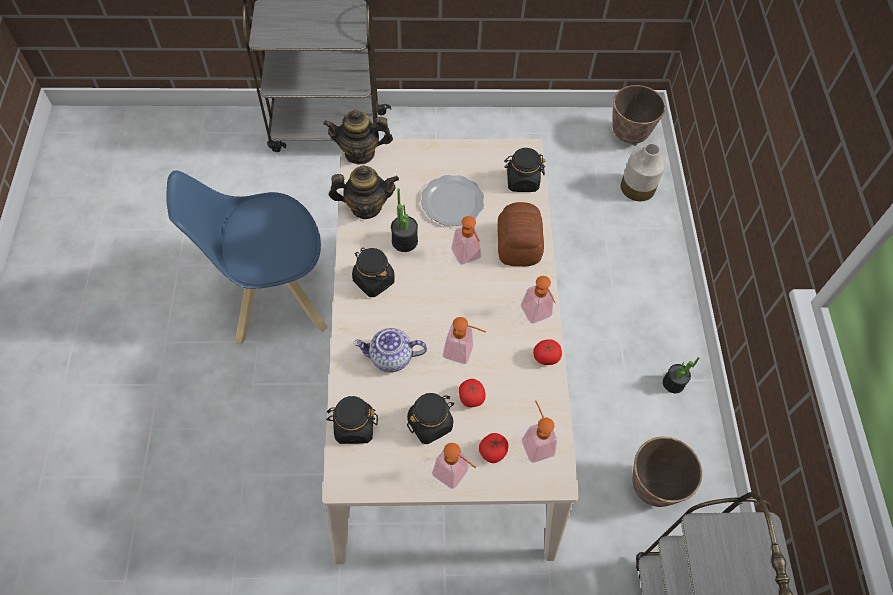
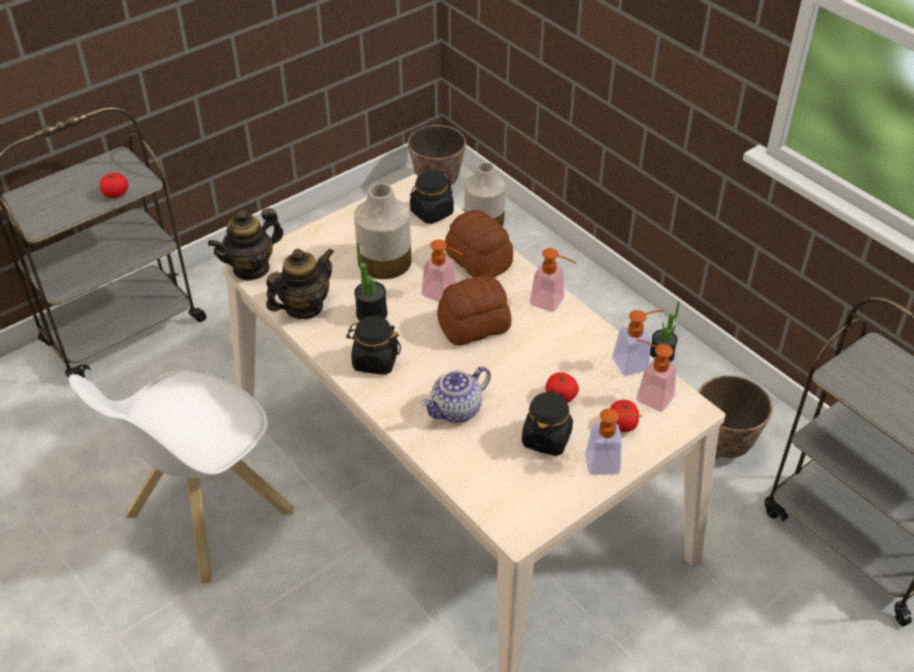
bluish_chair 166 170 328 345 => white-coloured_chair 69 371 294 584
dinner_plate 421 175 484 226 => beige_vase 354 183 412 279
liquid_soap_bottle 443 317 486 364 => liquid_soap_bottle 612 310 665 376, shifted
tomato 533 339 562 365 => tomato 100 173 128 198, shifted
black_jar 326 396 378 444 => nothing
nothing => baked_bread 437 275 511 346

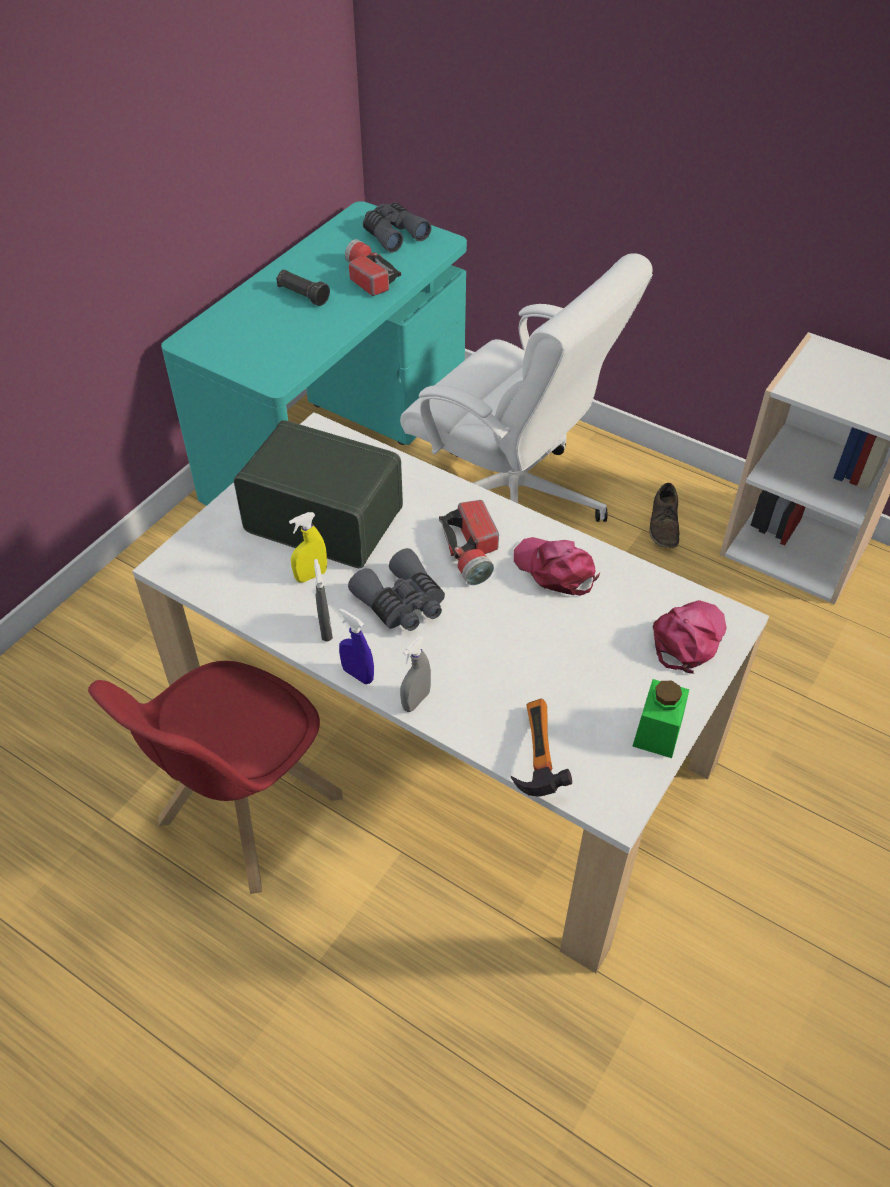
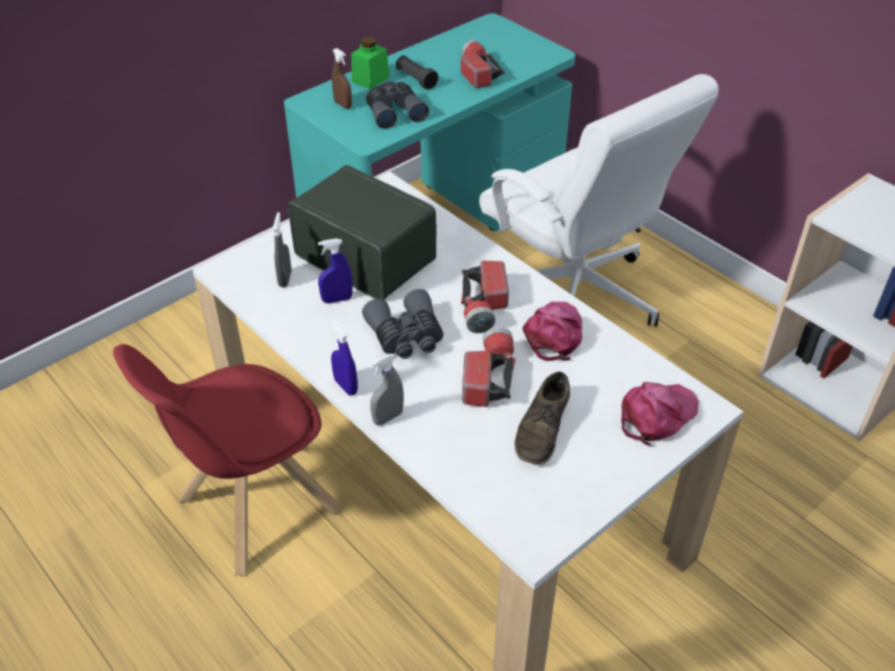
grey_binoculars 363 202 432 253 => grey_binoculars 366 81 429 129, shifted
brownish_item_of_footwear 650 483 680 548 => brownish_item_of_footwear 514 372 570 464, shifted
yellow-coloured_sprayer 289 512 327 582 => bluish_sprayer 318 238 353 304
pink_peaked_cap 514 537 600 596 => pink_peaked_cap 523 302 582 361, 45 degrees clockwise
grey_sprayer 314 559 333 641 => grey_sprayer 273 212 291 287, shifted
green_jar 632 679 690 758 => green_jar 351 36 390 90, shifted
tool_hammer 510 699 572 796 => nothing
nothing => brownish_sprayer 332 48 352 109
nothing => hand_torch 462 327 515 407

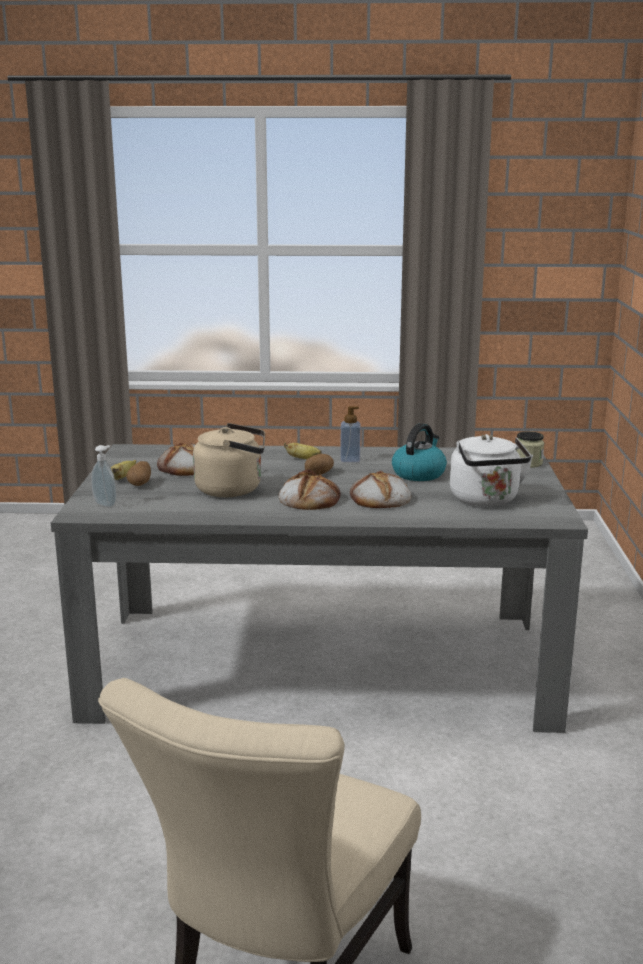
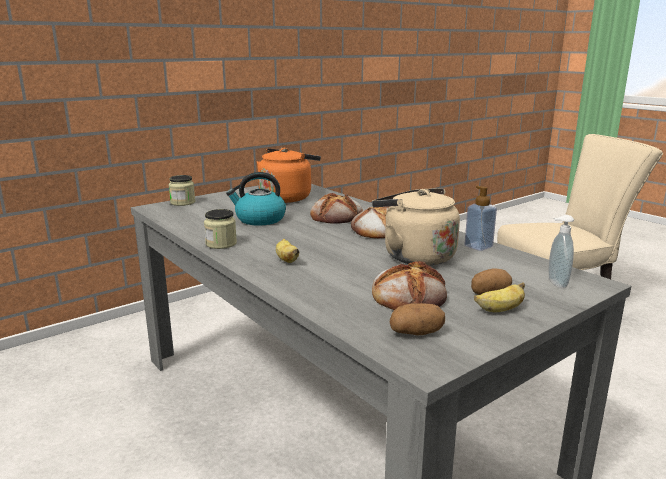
liquid_soap_bottle 340 406 361 462 => liquid_soap_bottle 464 186 497 251, shifted
white-coloured_kettle 450 434 533 507 => orange-coloured_kettle 257 148 321 203
spud 305 454 334 475 => spud 390 304 445 335, shifted
nothing => jar 204 209 237 249

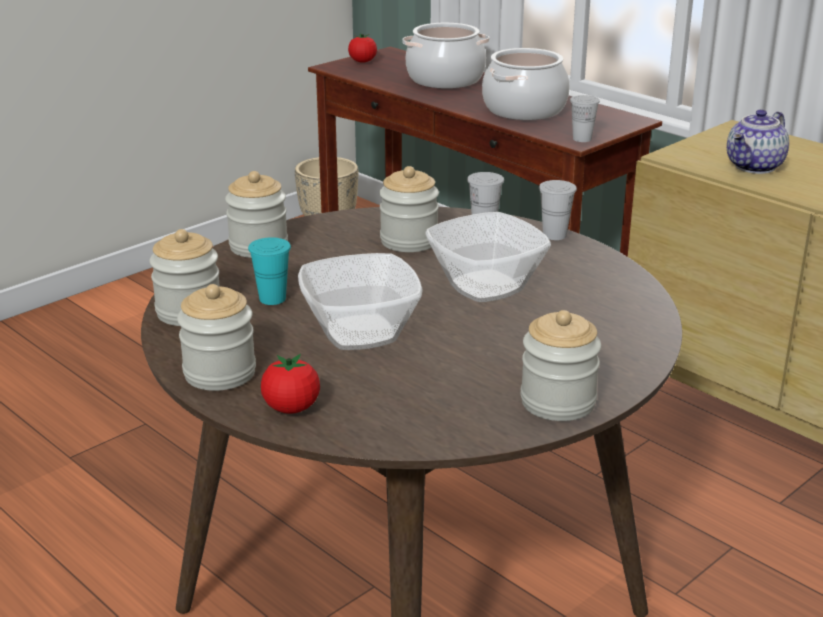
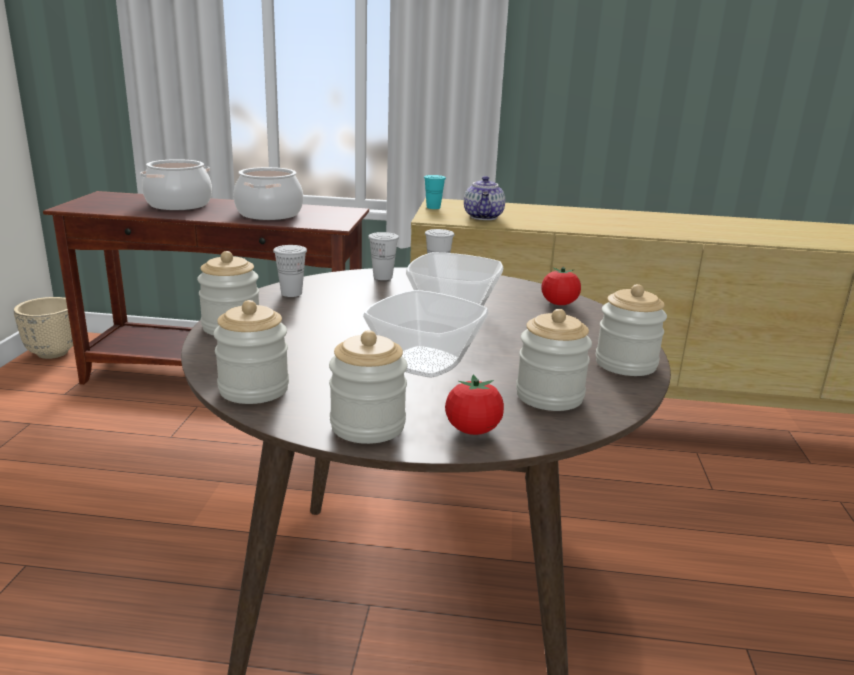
tomato 348 33 377 63 => tomato 541 266 581 305, shifted
white-coloured_cup 570 95 600 142 => white-coloured_cup 273 245 307 297, shifted
jar 379 166 439 252 => jar 516 309 592 411, shifted
turquoise-coloured_cup 248 237 291 305 => turquoise-coloured_cup 424 175 446 209, shifted

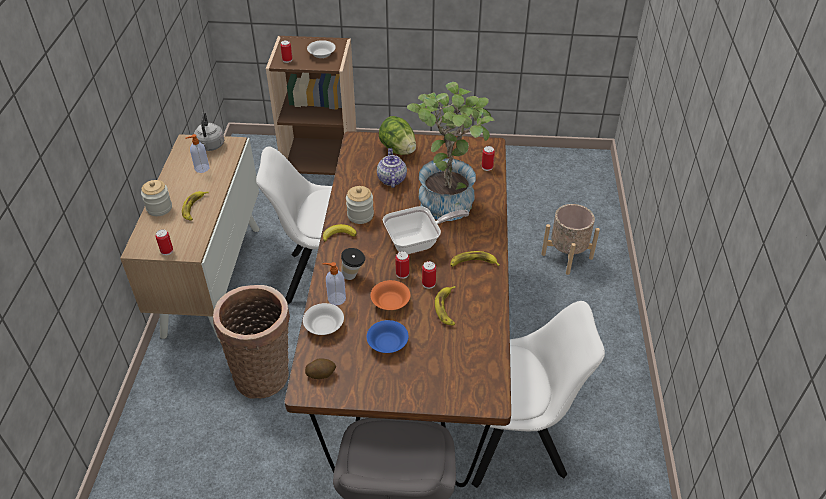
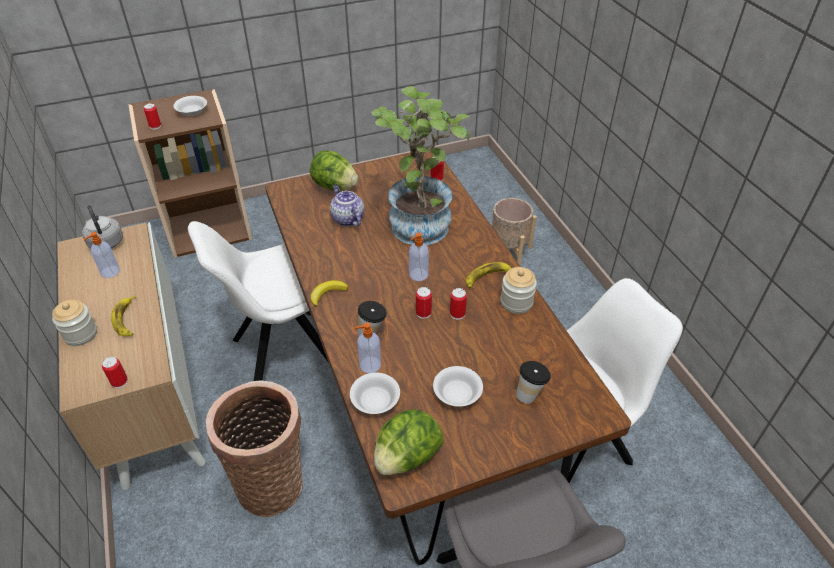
jar 346 186 374 224 => jar 501 267 537 314, shifted
pan 383 206 469 254 => liquid_soap_bottle 409 233 429 281
orange-coloured_deep_dish 371 280 410 310 => nothing
banana 435 286 456 326 => nothing
bluish_deep_dish 367 320 409 353 => white-coloured_deep_dish 433 366 483 407
spud 305 358 336 379 => head_of_lettuce 374 409 443 475
nothing => cup 516 361 551 404

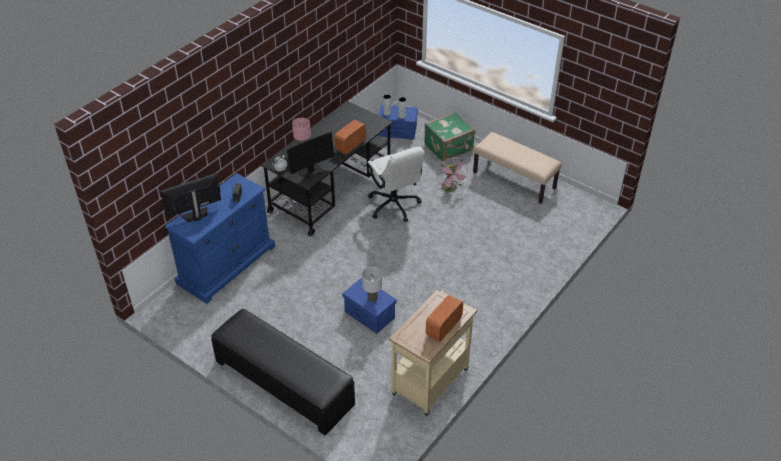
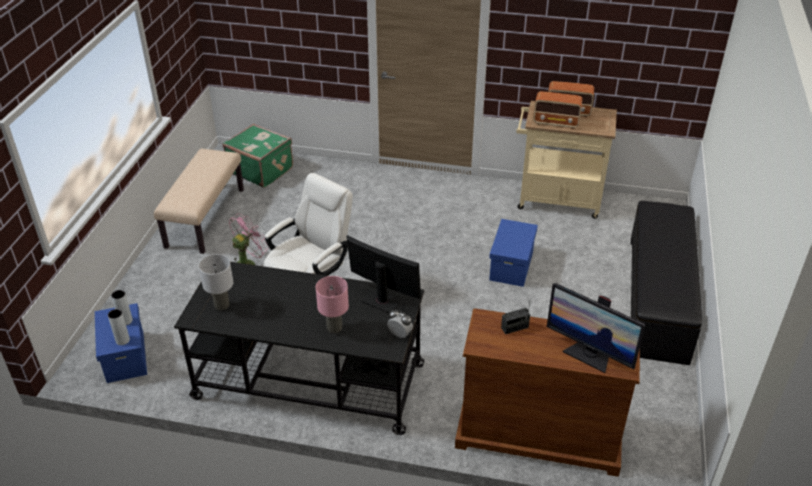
green_travel_case 424 111 475 161 => green_travel_case 223 124 293 188, shifted
radio_set 334 120 366 155 => radio_set 533 91 582 129, shifted
bluish_drawer_chest 165 173 275 304 => brownish_drawer_chest 455 309 640 477
white-coloured_lamp_for_a_table 362 267 382 302 => white-coloured_lamp_for_a_table 199 254 233 311, shifted

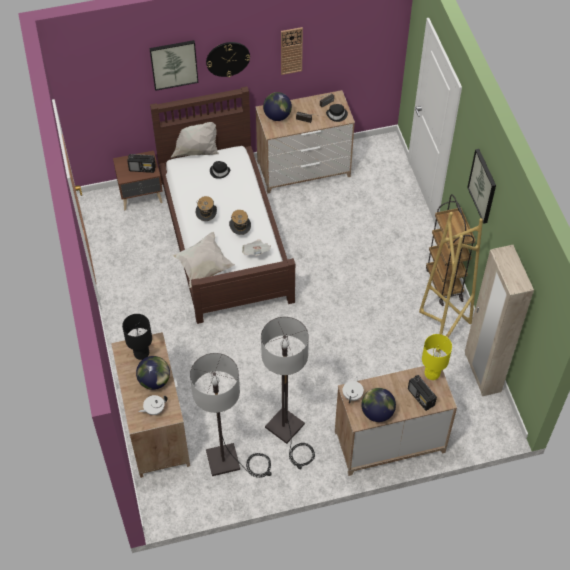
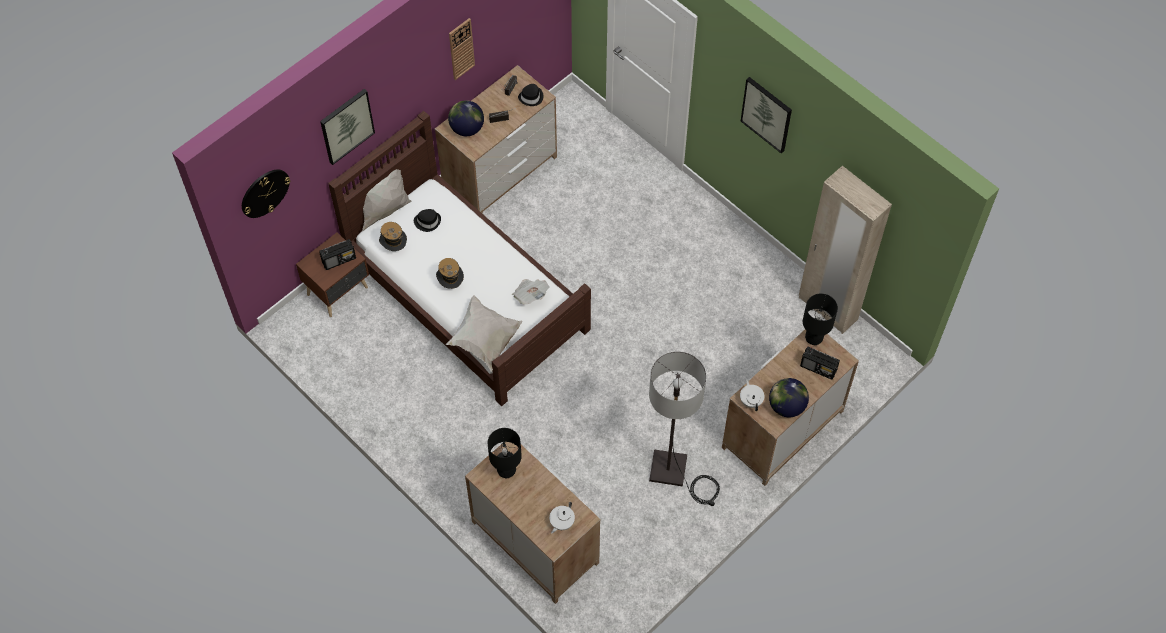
hanging_clock 206 42 250 77 => hanging_clock 242 170 290 218, shifted
brownish_cart 426 194 475 306 => nothing
wearable_hat 229 210 251 235 => wearable_hat 379 222 407 251, shifted
yellow-coloured_clothes_rack 419 212 483 353 => nothing
yellow-coloured_lamp_for_a_table 422 334 452 380 => black_lamp_for_a_table 803 293 838 345
standard_lamp 190 353 272 478 => nothing
desk_globe 136 356 170 390 => nothing

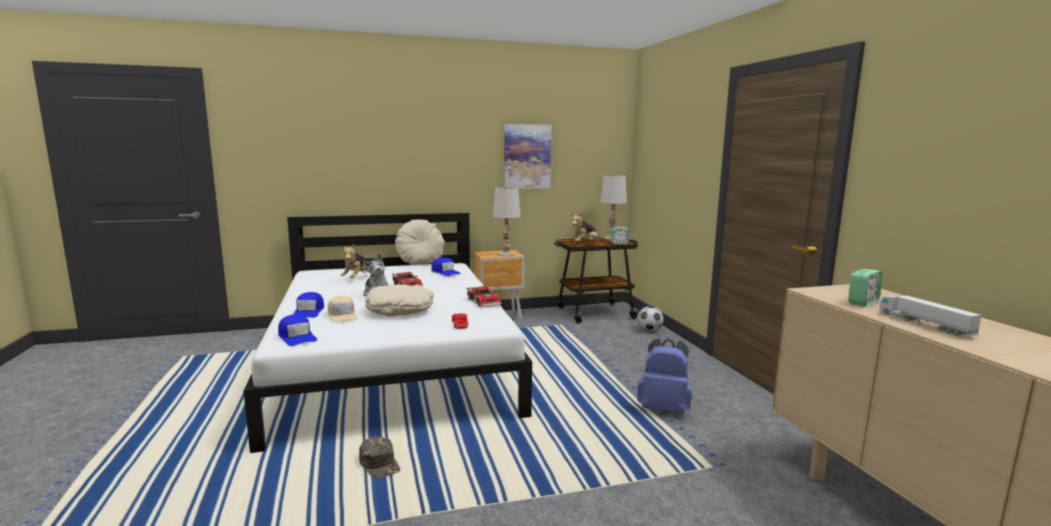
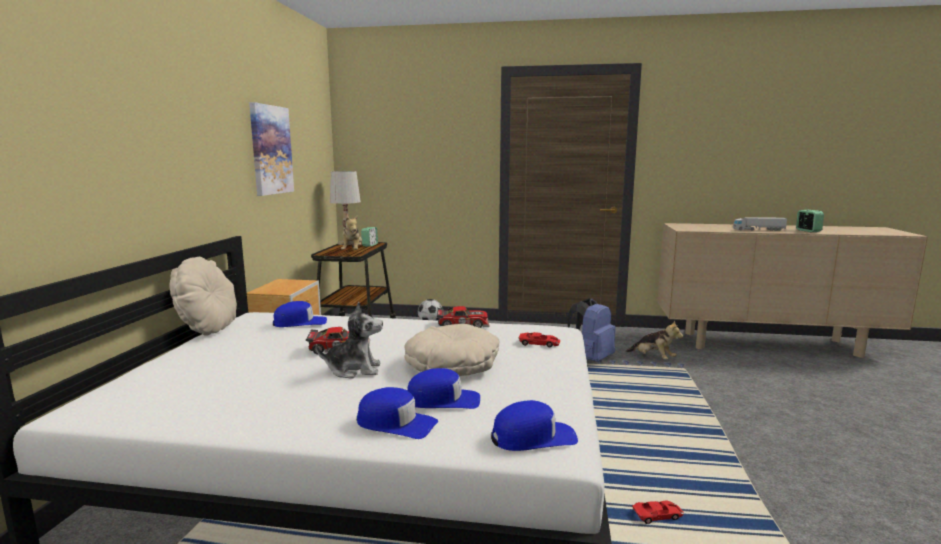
white-coloured_lamp_for_a_table 493 187 521 256 => nothing
cuddly_toy 341 244 368 278 => cuddly_toy 626 320 683 360, shifted
table_clock 848 269 882 306 => table_clock 796 210 824 232, shifted
beige_peaked_cap 328 296 358 323 => bluish_peaked_cap 407 368 480 409
green_peaked_cap 359 436 400 479 => red-coloured_miniature_car 632 501 684 524

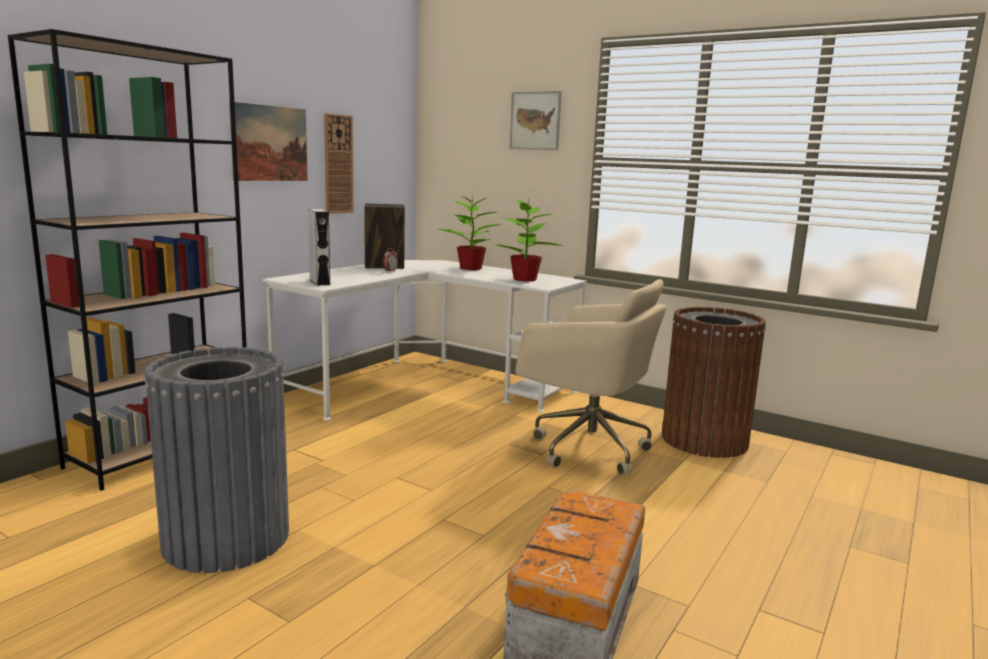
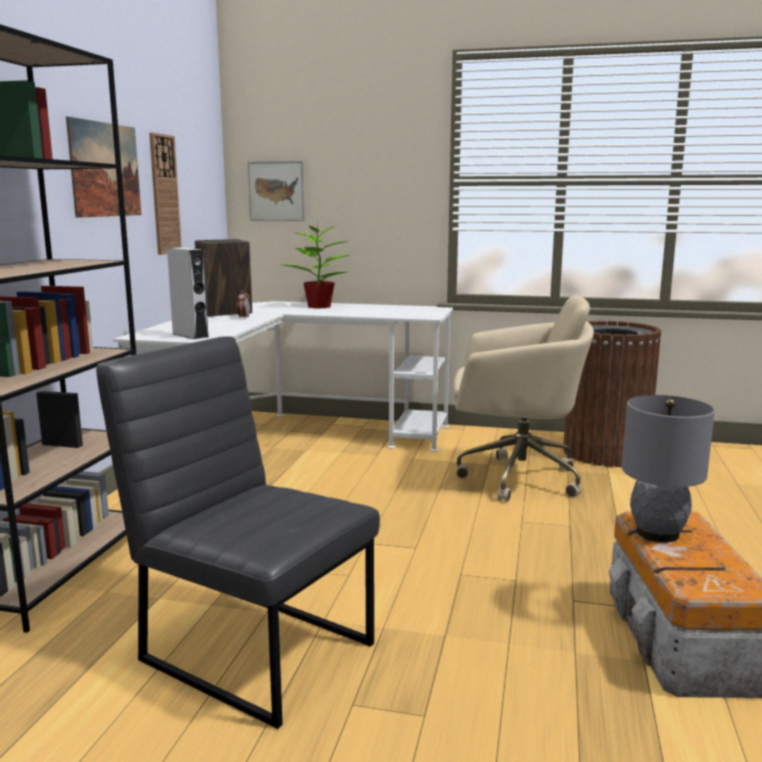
wall_picture 509 91 562 150 => wall_picture 248 161 305 221, shifted
potted_plant 496 200 562 282 => nothing
grey_rubbish_bin 144 347 289 573 => grey_chair 96 337 380 729
nothing => grey_lamp_for_a_table 622 395 715 542

